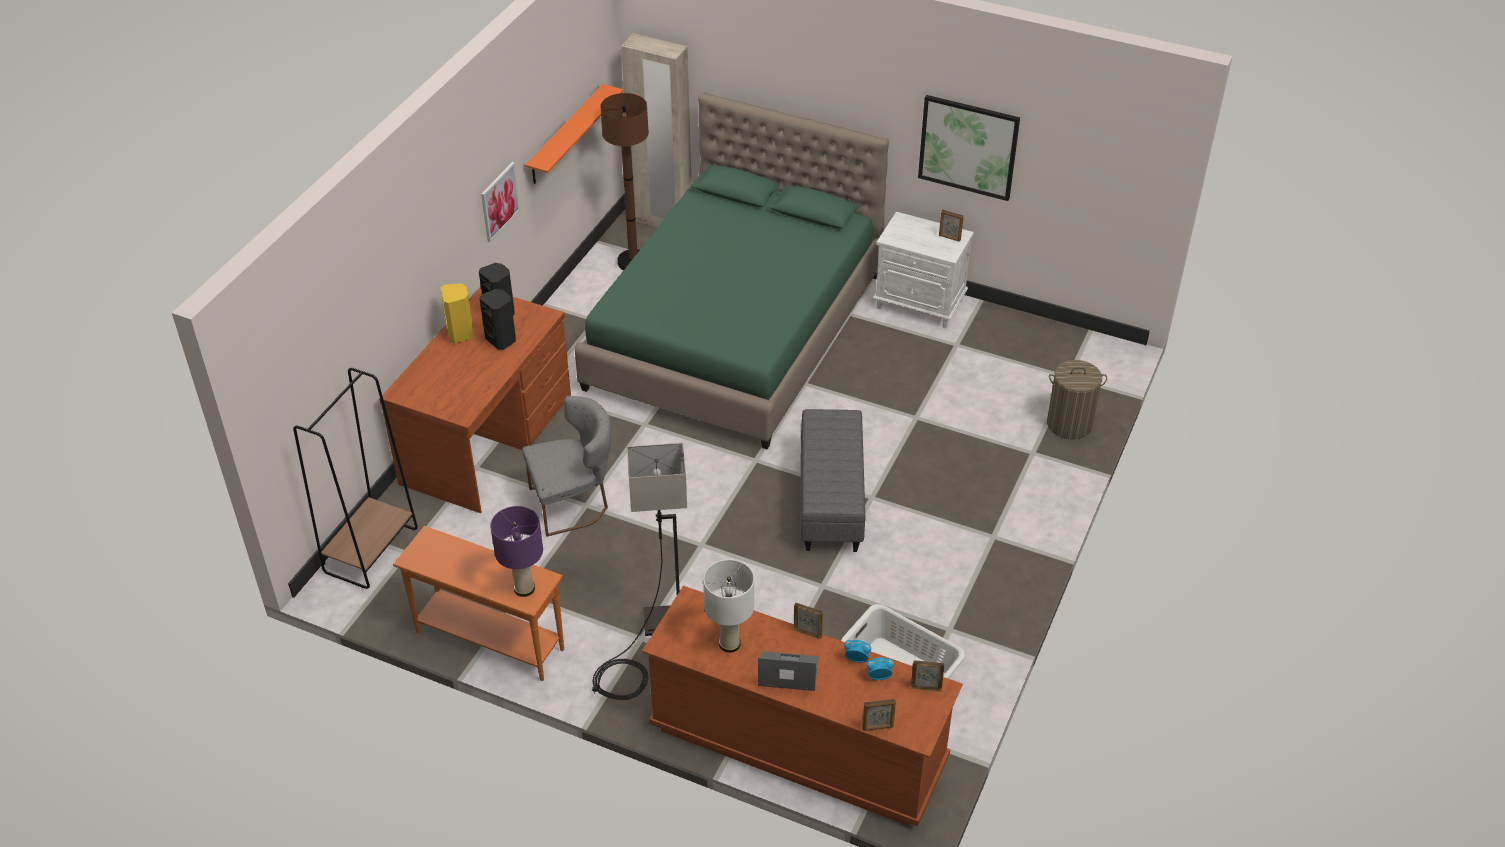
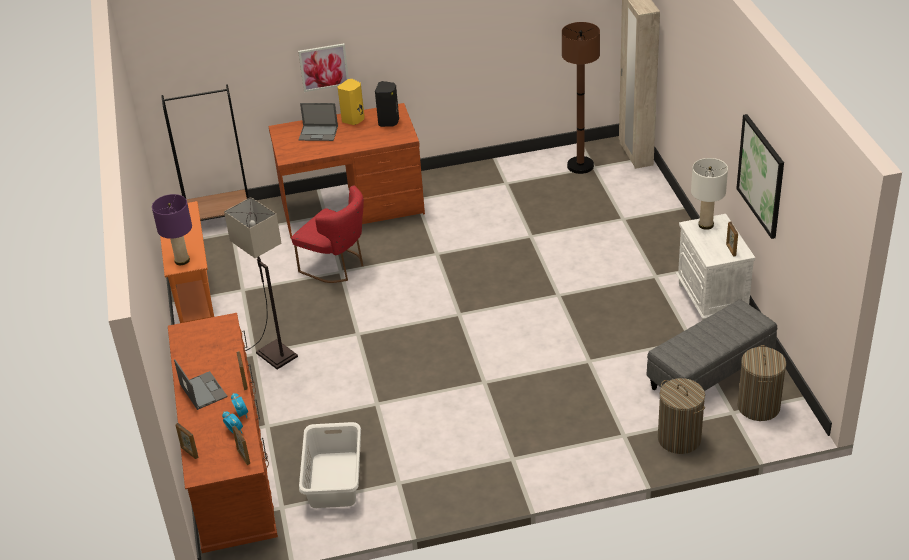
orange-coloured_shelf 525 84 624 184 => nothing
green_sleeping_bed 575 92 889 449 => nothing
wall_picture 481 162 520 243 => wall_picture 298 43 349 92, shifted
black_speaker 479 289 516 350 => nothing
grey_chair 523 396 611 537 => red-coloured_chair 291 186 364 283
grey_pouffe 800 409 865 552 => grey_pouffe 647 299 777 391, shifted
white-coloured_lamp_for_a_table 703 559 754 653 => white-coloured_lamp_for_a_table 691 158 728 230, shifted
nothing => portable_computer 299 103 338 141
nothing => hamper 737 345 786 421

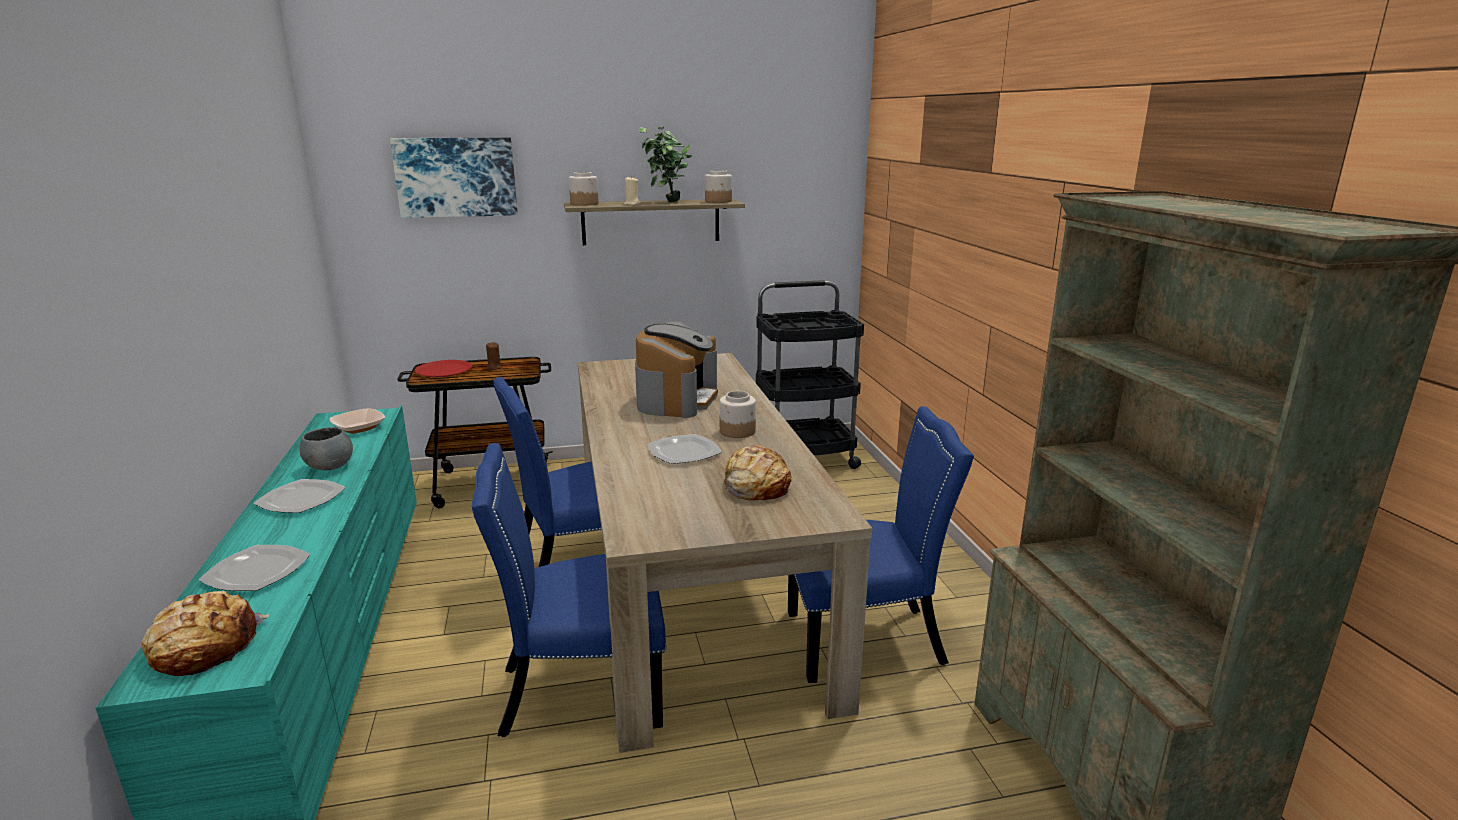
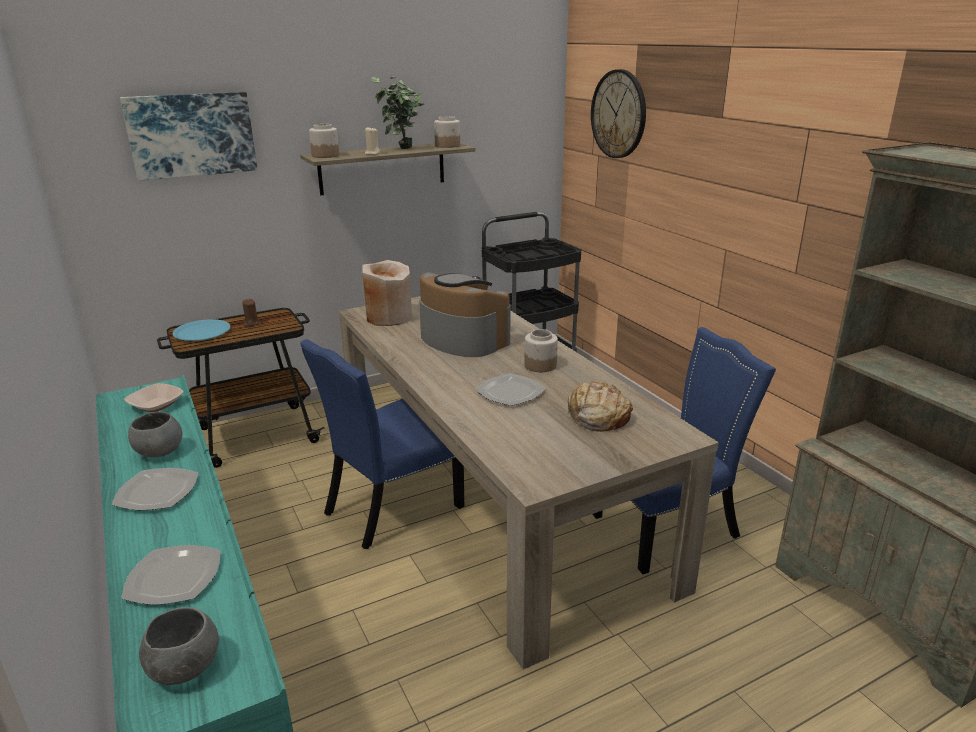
coffee_maker 635 321 718 418 => coffee_maker 419 272 510 357, 45 degrees counterclockwise
red-coloured_dinner_plate 415 360 472 377 => bluish_dinner_plate 173 319 231 341
bluish_chair 472 443 667 737 => nothing
baked_bread 142 591 269 676 => grey_deep_dish 139 607 219 685
nothing => hanging_clock 591 69 646 158
nothing => beige_vase 362 260 412 326

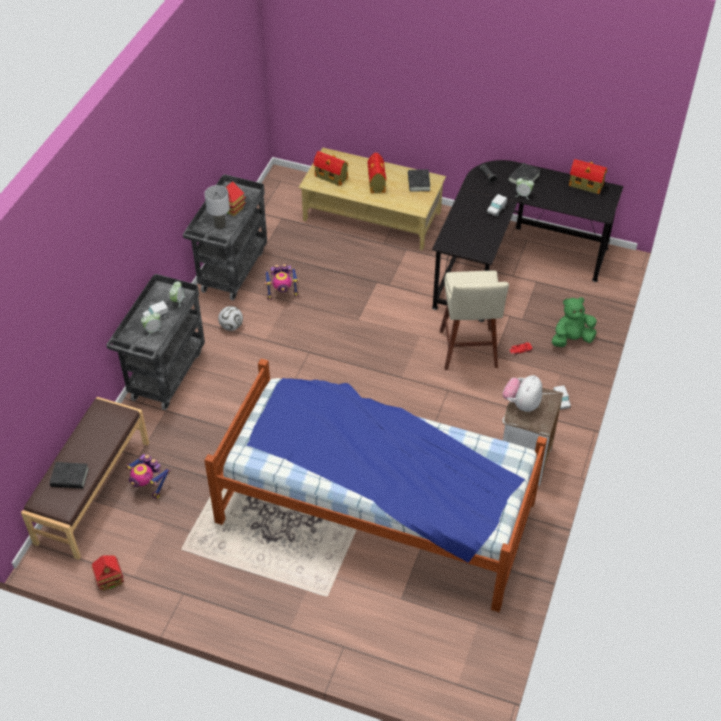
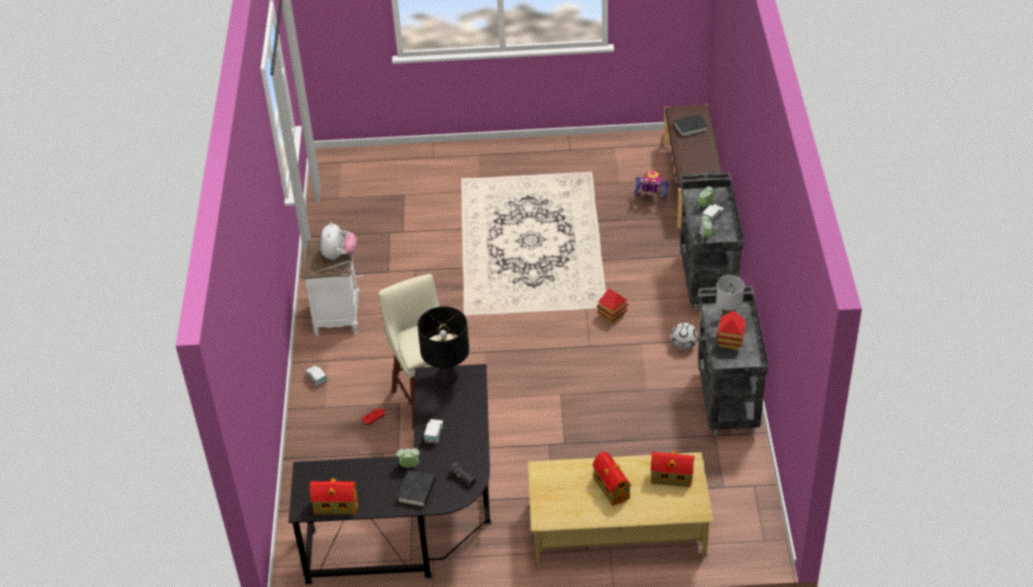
black_bound_book 408 169 430 192 => nothing
model_robot 265 264 299 300 => nothing
green_cuddly_toy 552 297 597 347 => nothing
sleeping_bed 204 359 547 612 => nothing
model_house 91 555 124 591 => model_house 597 288 628 324, shifted
nothing => black_lamp_for_a_table 417 307 469 385

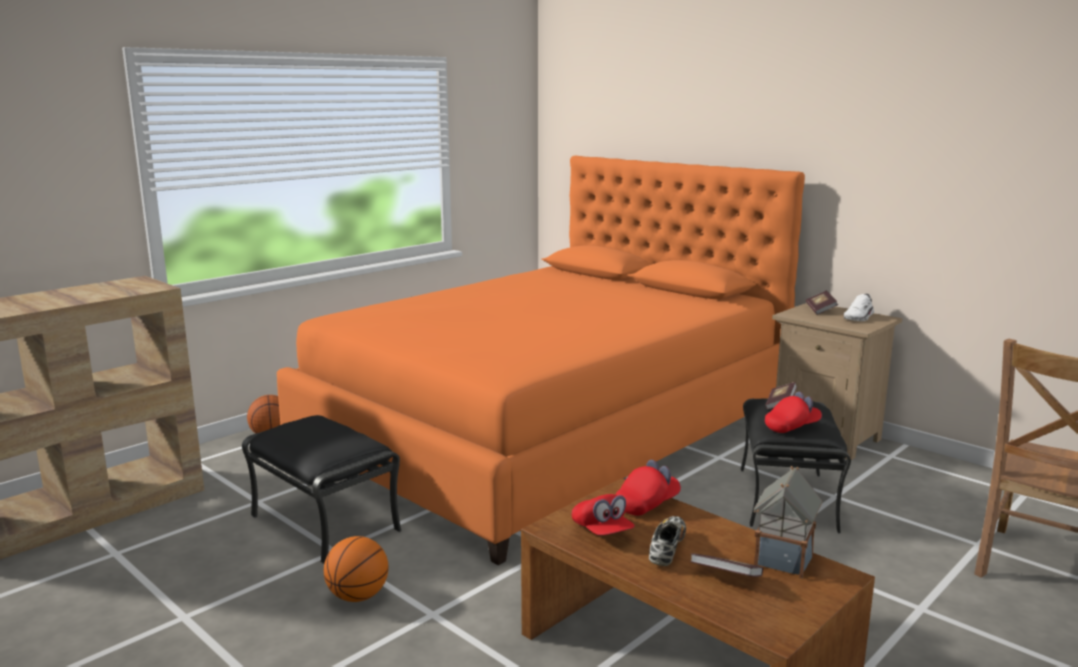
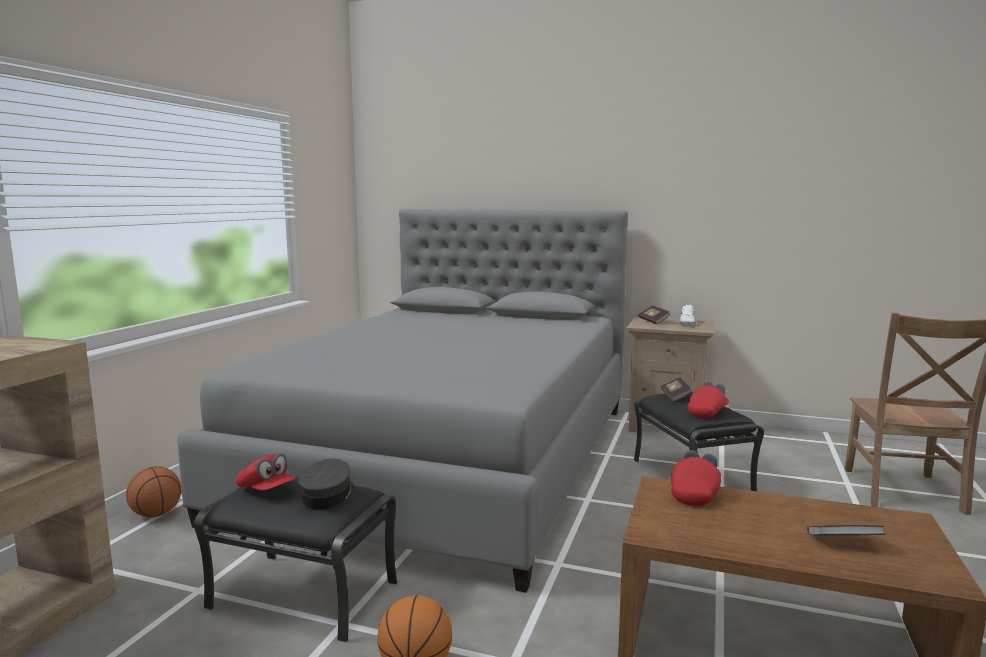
orange-coloured_sleeping_bed 277 156 805 565 => grey_sleeping_bed 177 209 628 593
model_house 754 466 822 579 => nothing
red-coloured_peaked_cap 572 494 635 535 => red-coloured_peaked_cap 236 453 296 491, shifted
item_of_footwear 649 516 686 566 => nothing
nothing => grey_peaked_cap 298 458 354 510

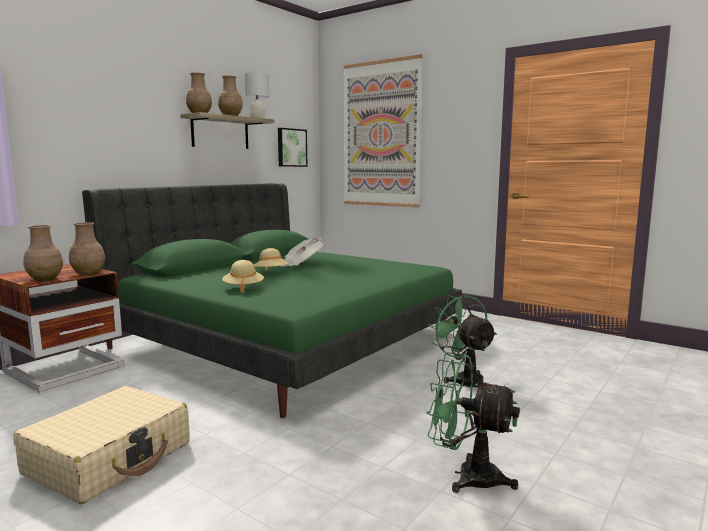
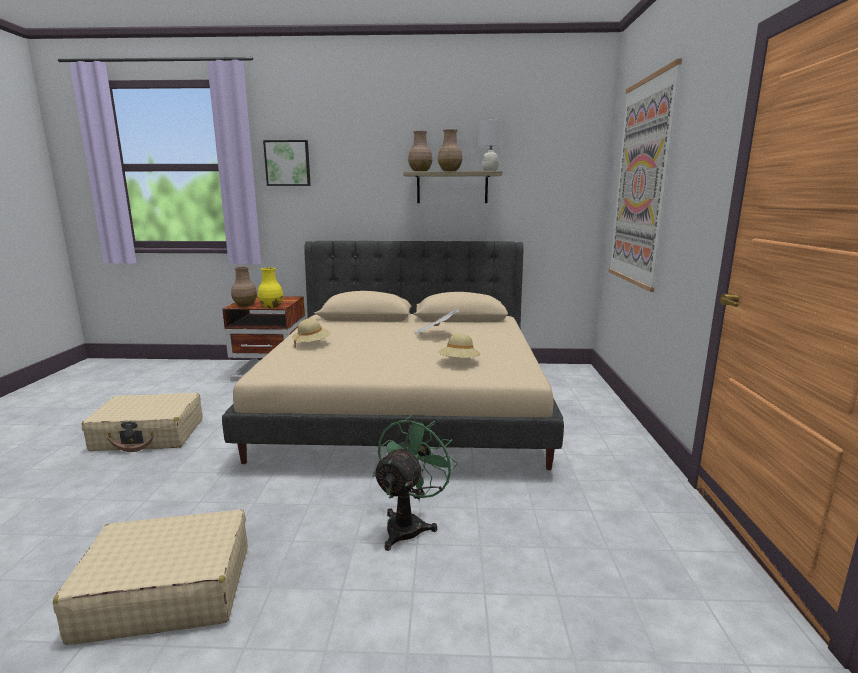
wall_picture 278 128 308 167 => wall_picture 263 140 311 186, shifted
green_sleeping_bed 82 183 462 418 => beige_sleeping_bed 222 241 564 470
brownish_vase 69 222 105 276 => yellow-coloured_vase 258 268 283 308
beige_wearable_hat 254 248 290 270 => beige_wearable_hat 438 333 481 358, shifted
green_fan 426 352 520 493 => beige_travel_case 53 509 248 645

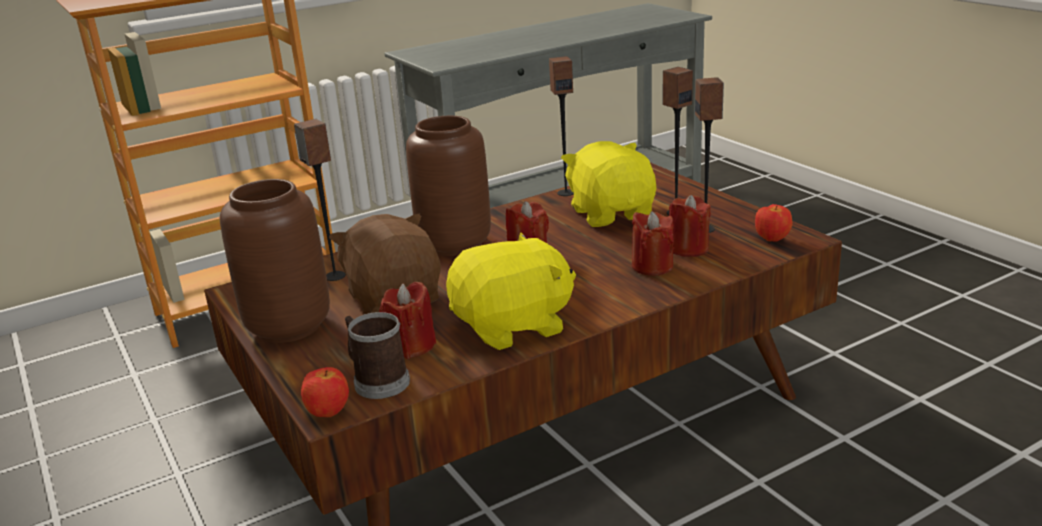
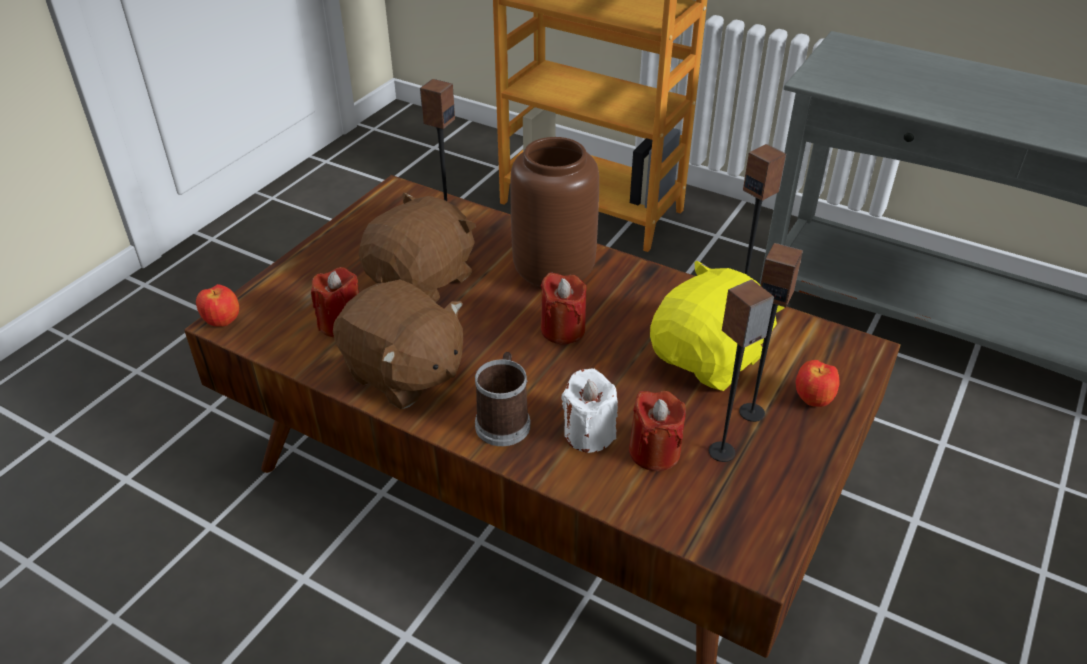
brownish_vase 220 179 330 343 => nothing
apple 755 204 792 242 => apple 796 360 840 407, shifted
red-coloured_candle 632 211 674 276 => white-coloured_candle 562 369 618 453
yellow-coloured_cuddly_toy 446 233 576 350 => brownish_cuddly_toy 333 279 463 409
tea_mug 345 312 410 399 => tea_mug 475 352 530 446, shifted

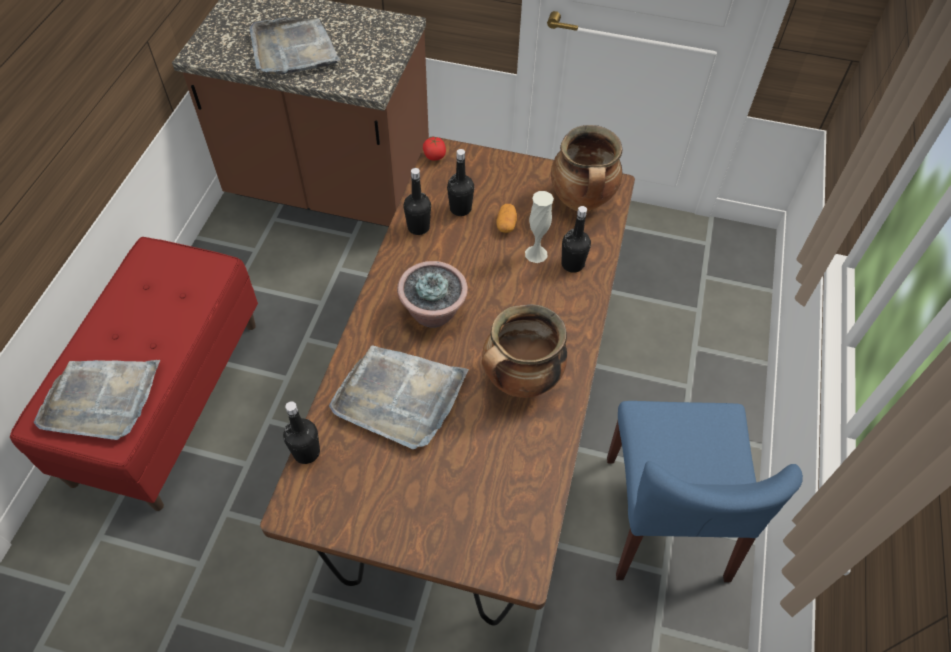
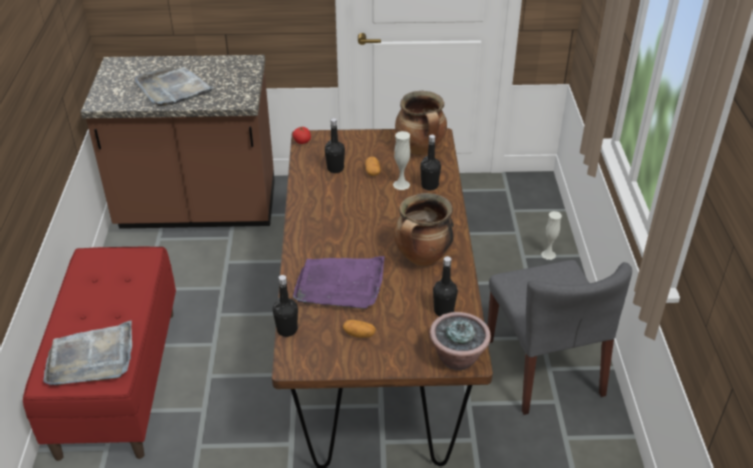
black_drink_bottle 403 168 431 235 => black_drink_bottle 433 256 458 316, shifted
potted_plant 397 261 468 328 => potted_plant 429 312 491 370, shifted
grey_tray 329 345 469 449 => purple-coloured_tray 293 256 385 309
bluish_chair 607 401 803 582 => grey_chair 488 260 632 415
nothing => white-coloured_vase 541 211 562 260
nothing => spud 343 320 376 338

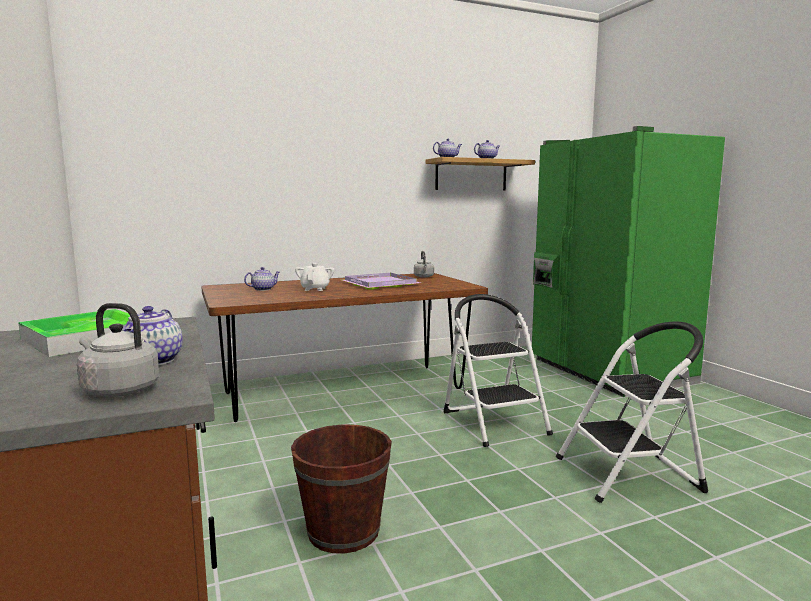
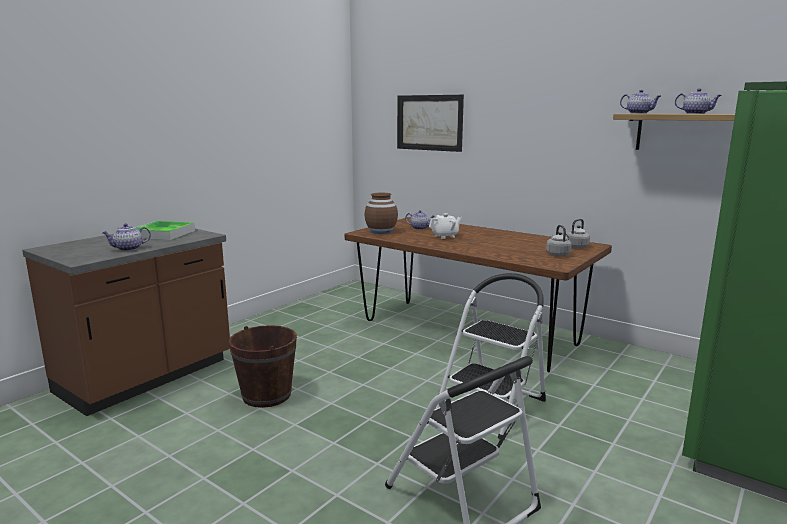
purple-coloured_tray 342 273 420 290 => nothing
grey_kettle 77 303 159 397 => grey_kettle 546 225 572 256, shifted
nothing => wall_picture 397 95 464 152
nothing => brownish_vase 365 193 398 234

